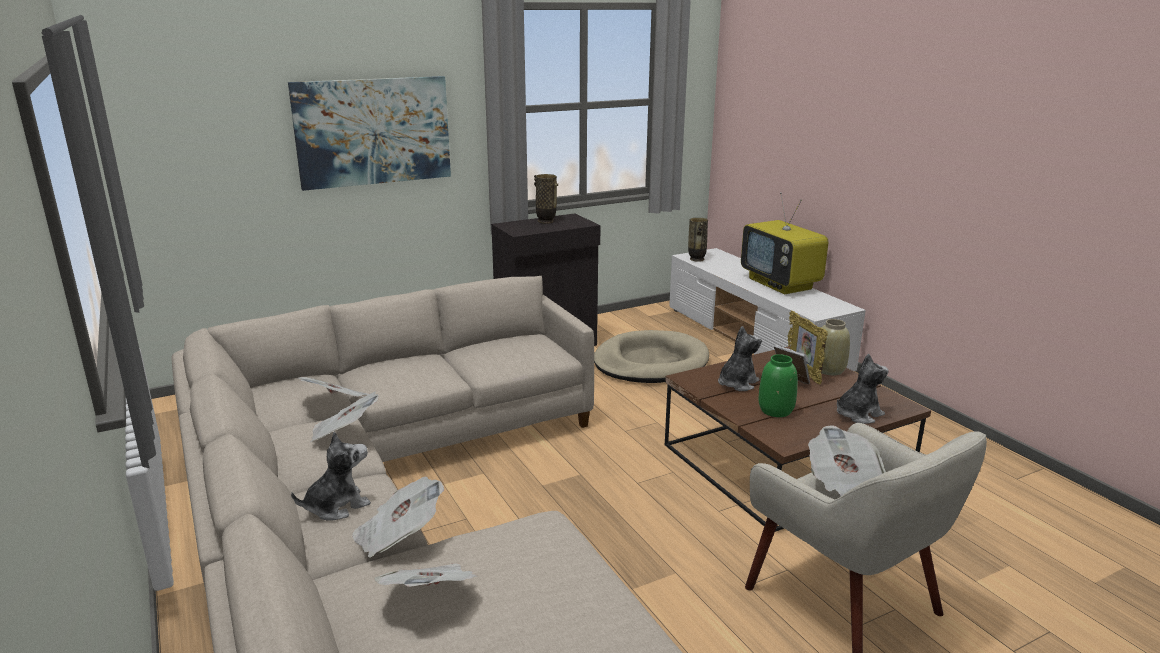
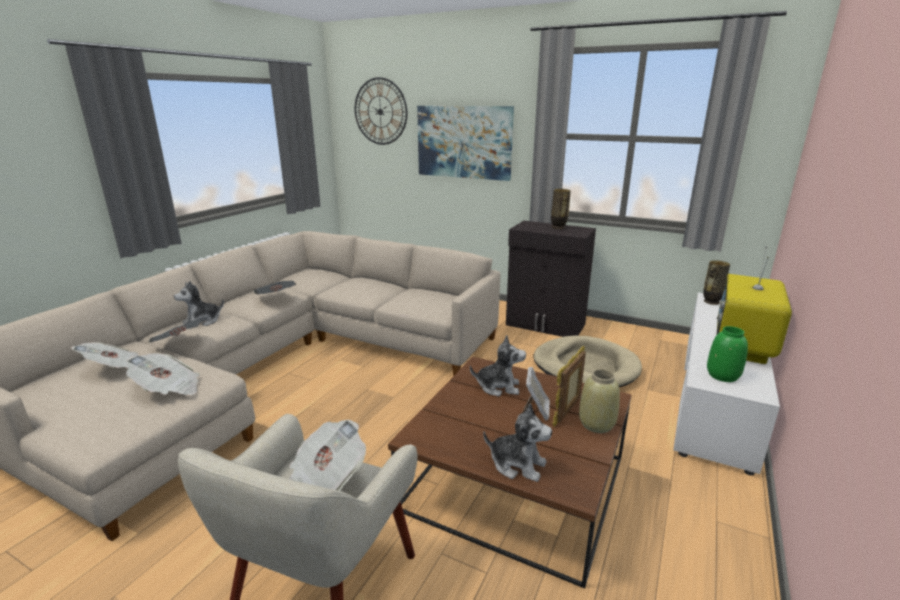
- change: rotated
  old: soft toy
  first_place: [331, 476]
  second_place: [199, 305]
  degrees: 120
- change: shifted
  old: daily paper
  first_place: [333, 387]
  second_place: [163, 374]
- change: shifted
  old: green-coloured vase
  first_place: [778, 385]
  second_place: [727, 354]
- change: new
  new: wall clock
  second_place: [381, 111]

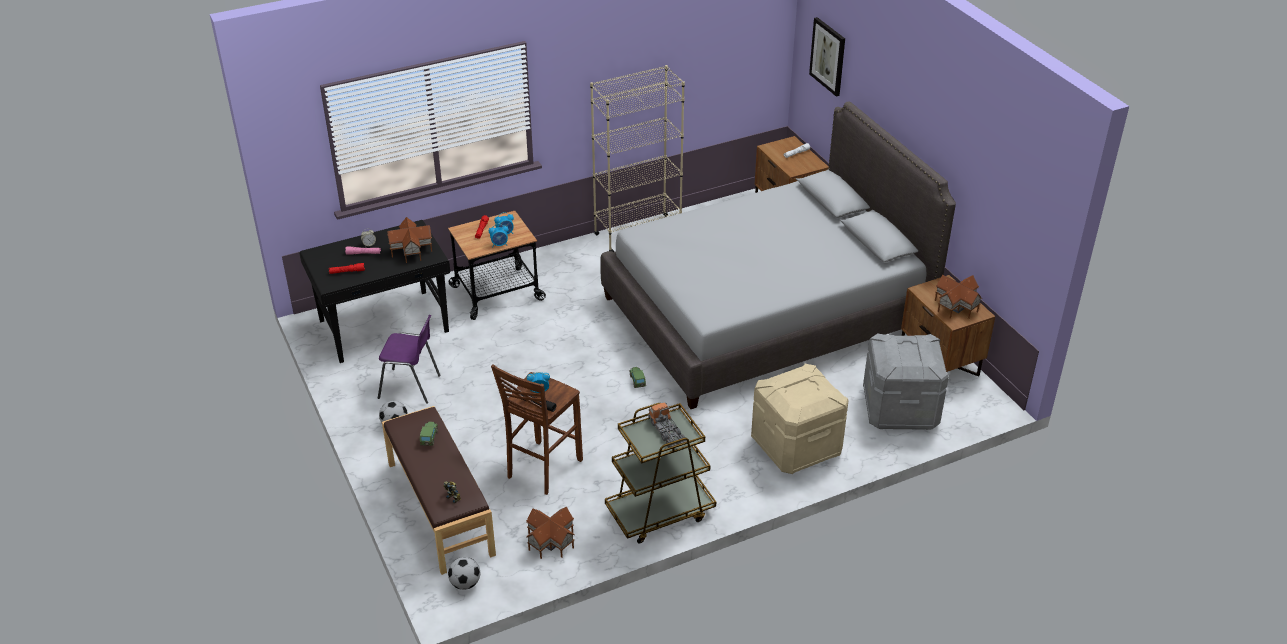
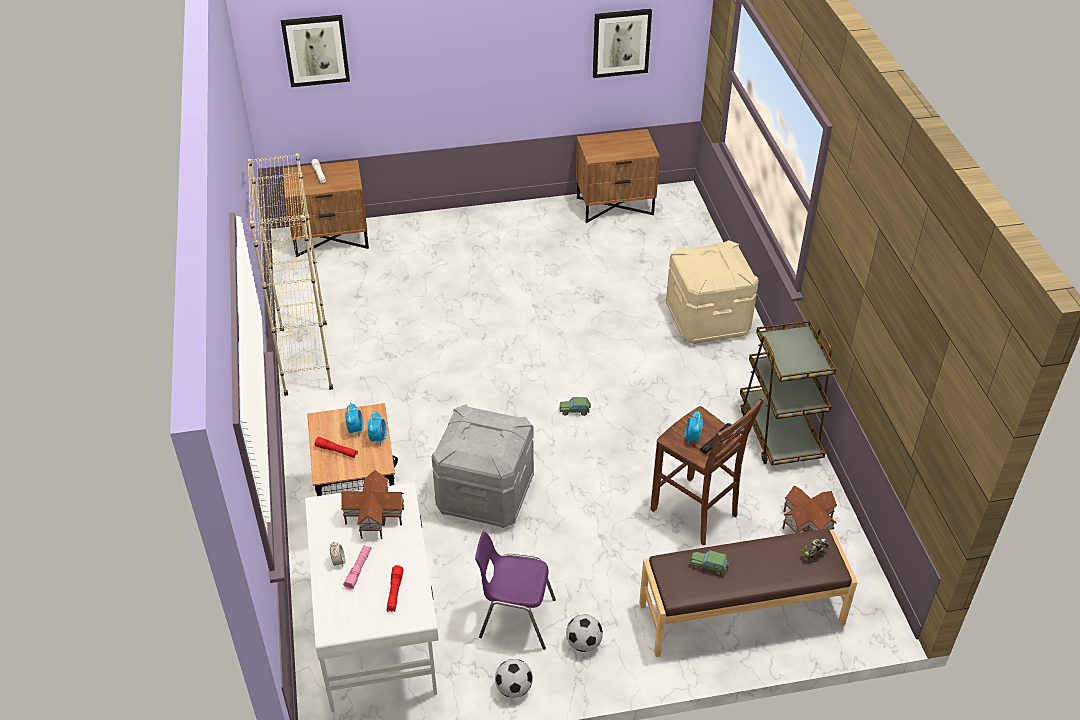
- change: repainted
  old: black-coloured desk
  new: white desk
  first_place: [374, 291]
  second_place: [372, 597]
- change: rotated
  old: purplish upright chair
  first_place: [409, 359]
  second_place: [515, 591]
  degrees: -105
- change: shifted
  old: ball for football
  first_place: [464, 573]
  second_place: [514, 678]
- change: gone
  old: greyish sleeping bed
  first_place: [778, 255]
- change: gone
  old: toy truck
  first_place: [667, 424]
- change: shifted
  old: greyish storage container
  first_place: [906, 381]
  second_place: [483, 466]
- change: gone
  old: toy house
  first_place: [958, 297]
- change: new
  new: wall art
  second_place: [622, 43]

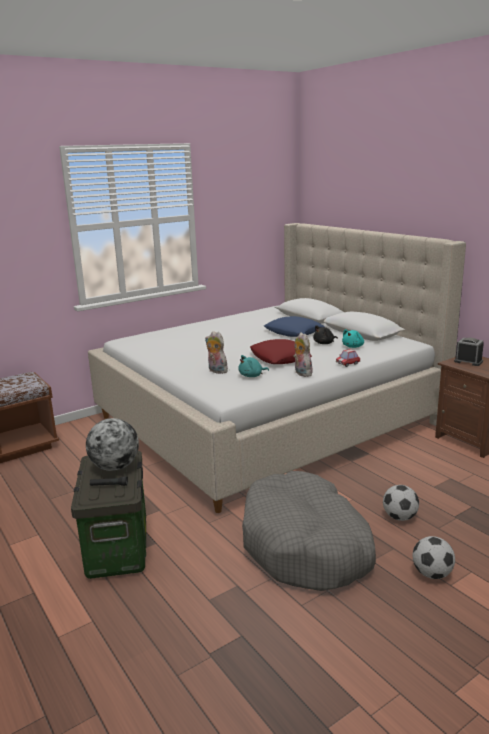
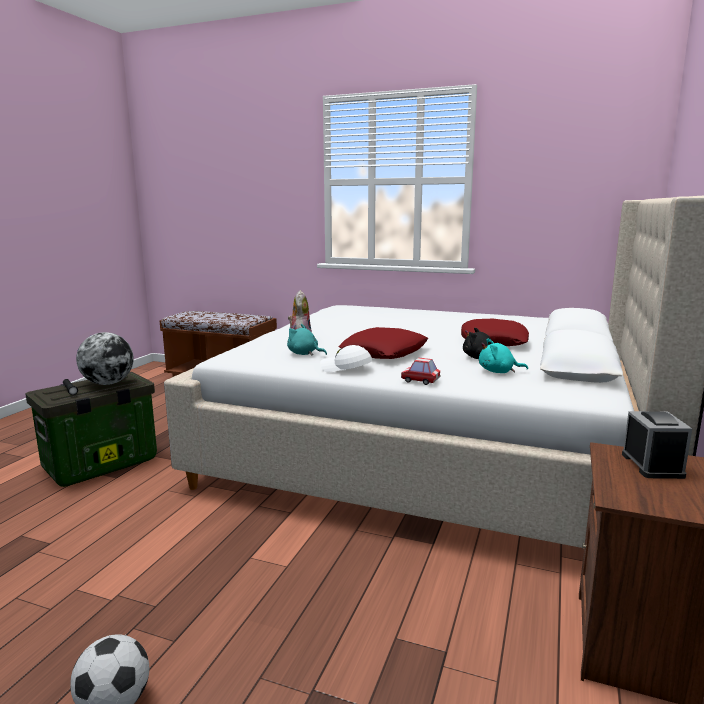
- change: gone
  old: greyish dog cushion
  first_place: [309, 531]
- change: repainted
  old: blue-coloured pillow
  new: reddish pillow
  first_place: [294, 326]
  second_place: [495, 332]
- change: swapped
  old: soft toy
  new: white cap
  first_place: [302, 354]
  second_place: [346, 358]
- change: gone
  old: ball for football
  first_place: [401, 503]

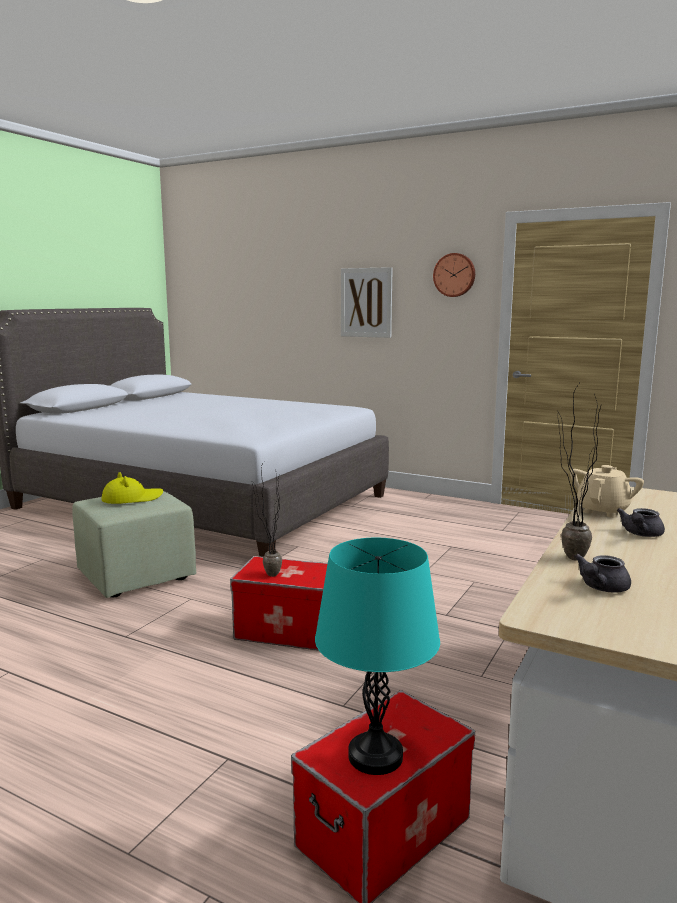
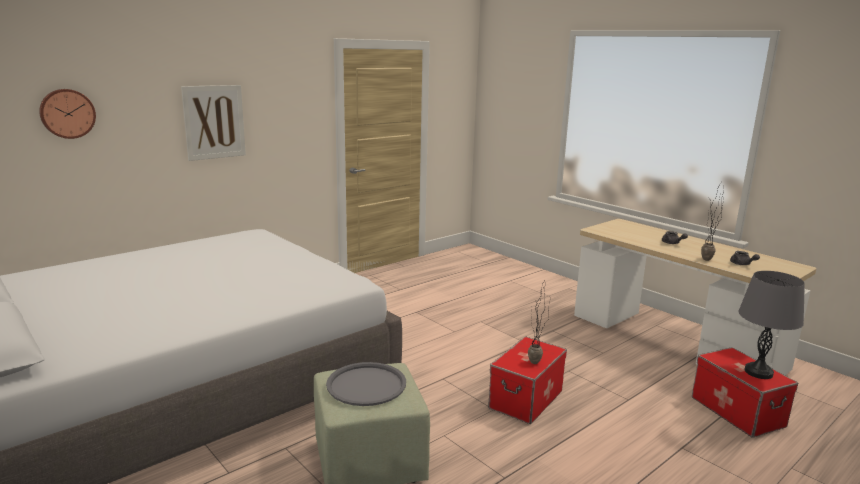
- change: swapped
  old: yellowish wearable hat
  new: greyish tray
  first_place: [132, 488]
  second_place: [366, 384]
- change: repainted
  old: turquoise-coloured tabletop lamp
  new: greyish tabletop lamp
  first_place: [377, 656]
  second_place: [771, 325]
- change: shifted
  old: wall clock
  first_place: [454, 275]
  second_place: [67, 114]
- change: gone
  old: sand-coloured teapot
  first_place: [607, 491]

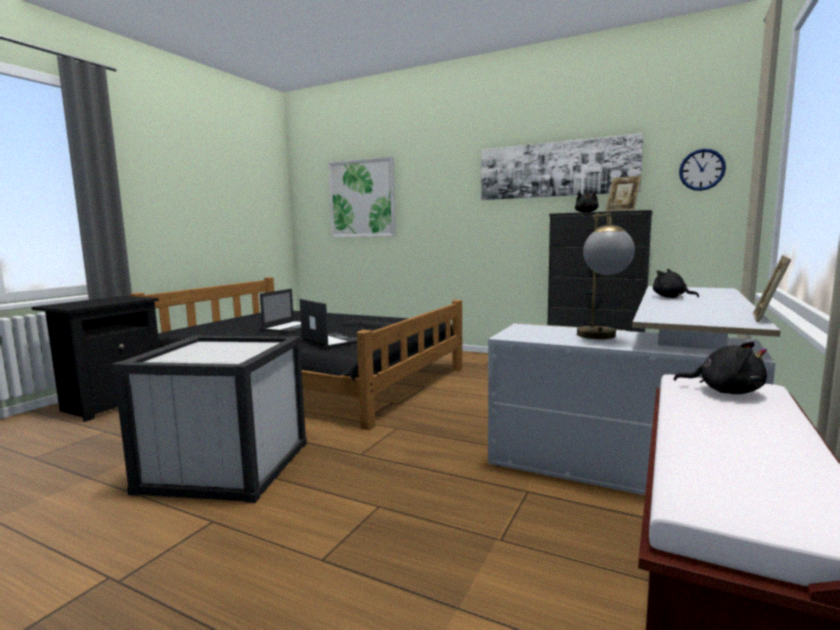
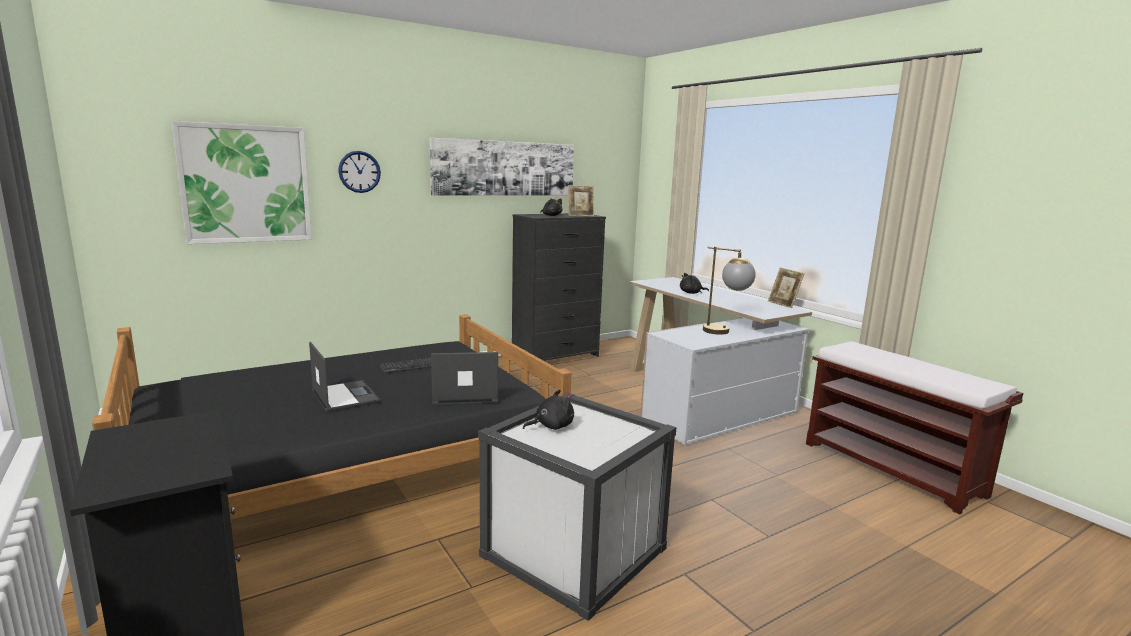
- change: shifted
  old: black-coloured soft toy
  first_place: [720, 368]
  second_place: [548, 410]
- change: shifted
  old: wall clock
  first_place: [702, 170]
  second_place: [359, 172]

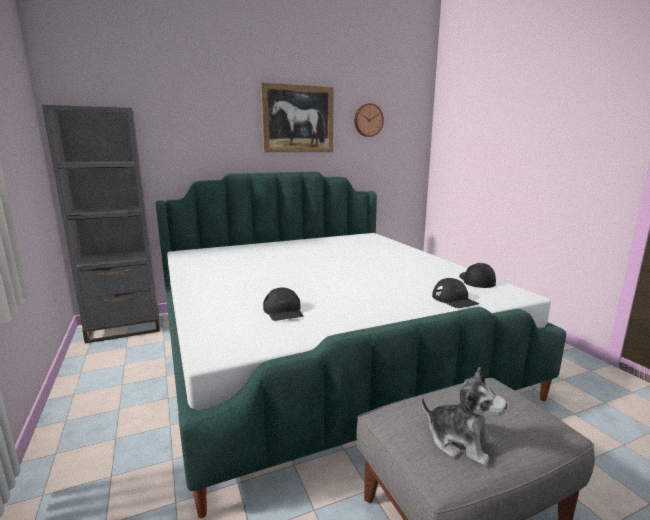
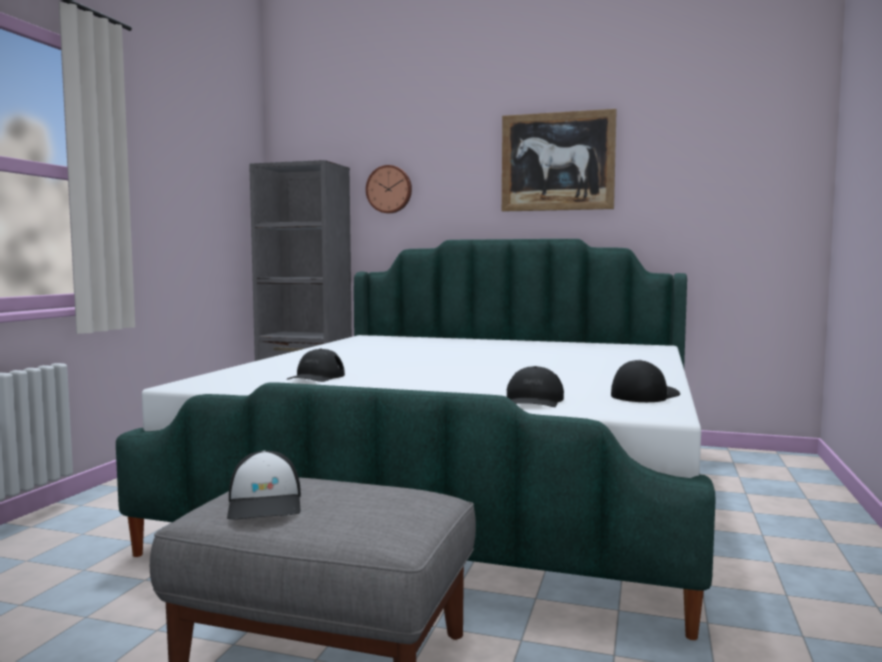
- change: shifted
  old: wall clock
  first_place: [369, 120]
  second_place: [389, 189]
- change: swapped
  old: soft toy
  new: cap
  first_place: [464, 416]
  second_place: [264, 484]

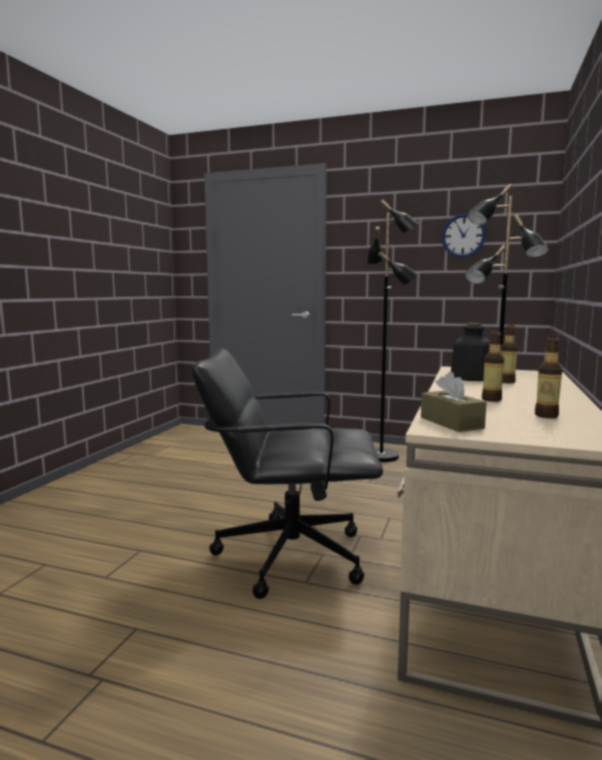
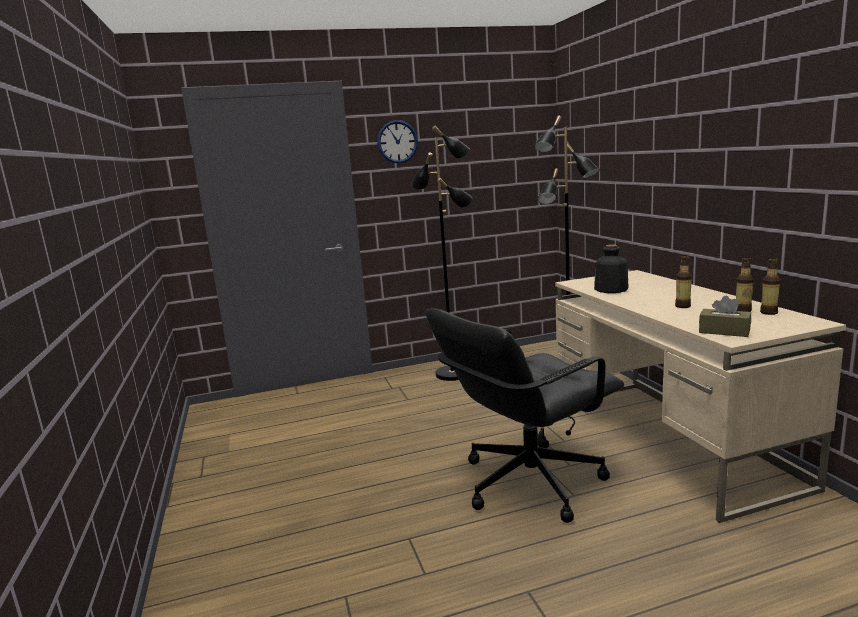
- change: shifted
  old: wall clock
  first_place: [463, 235]
  second_place: [397, 142]
- change: shifted
  old: bottle
  first_place: [509, 354]
  second_place: [770, 286]

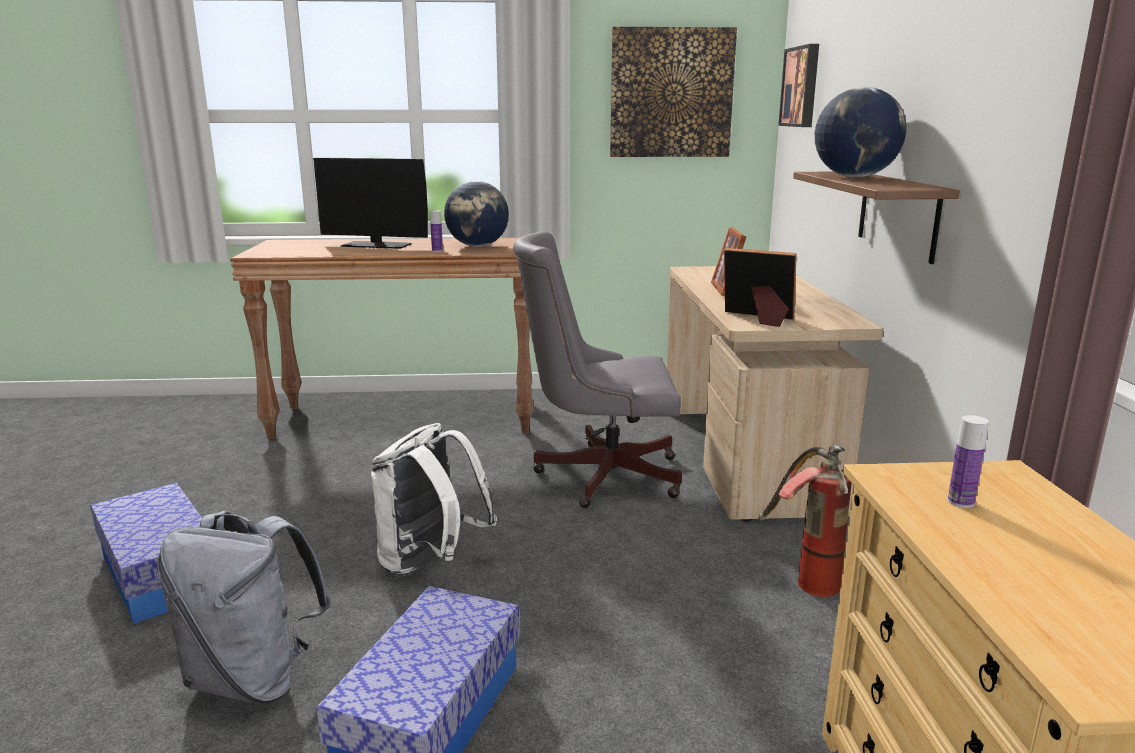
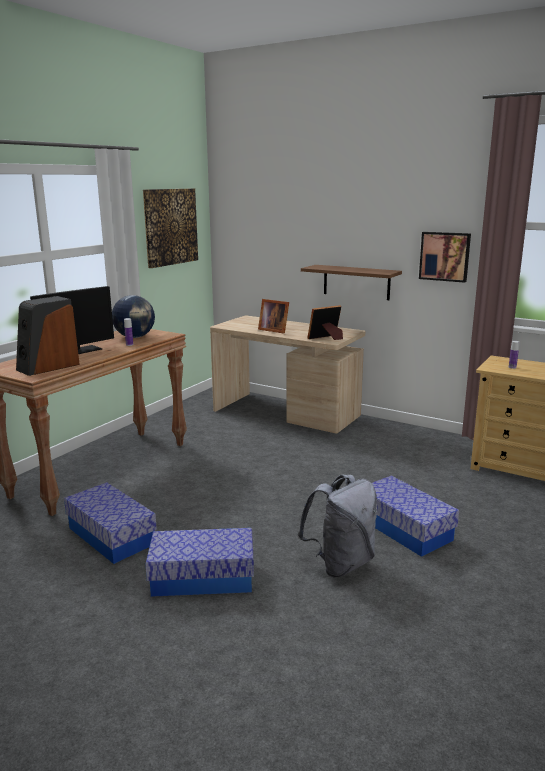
- change: gone
  old: white knapsack
  first_place: [434, 499]
- change: gone
  old: greyish computer chair
  first_place: [597, 369]
- change: gone
  old: fire-fighting cylinder
  first_place: [805, 521]
- change: shifted
  old: wall art
  first_place: [798, 85]
  second_place: [445, 257]
- change: gone
  old: desk globe
  first_place: [861, 132]
- change: new
  new: speaker
  second_place: [48, 336]
- change: new
  new: storage container
  second_place: [110, 523]

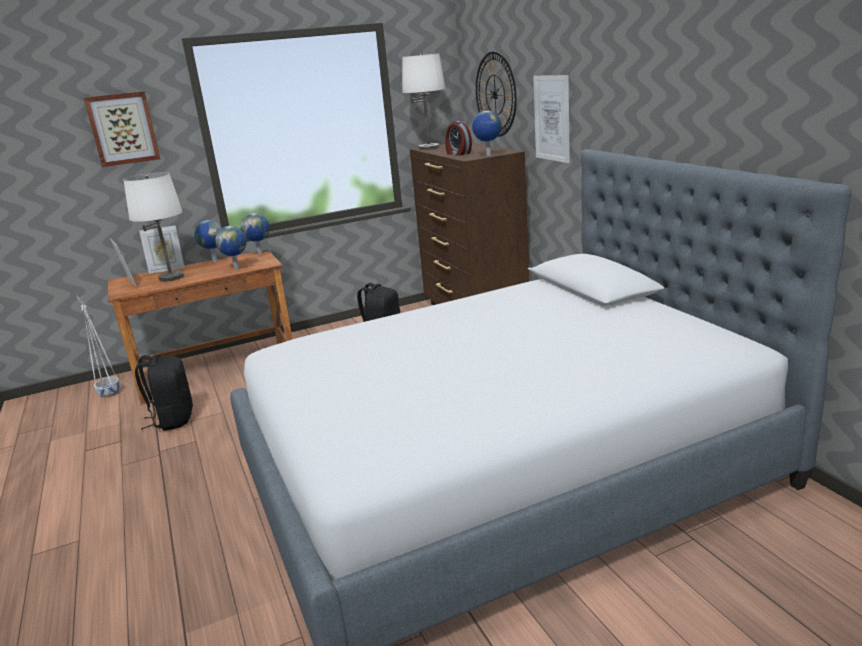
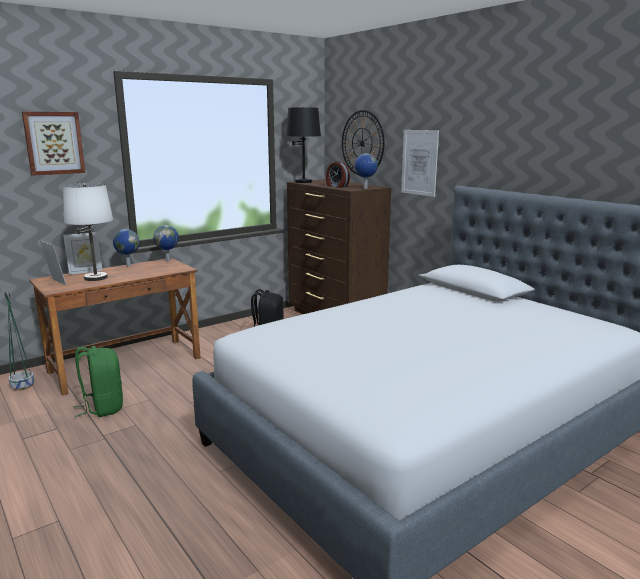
- change: repainted
  old: white plant pot
  new: green-coloured plant pot
  first_place: [98, 346]
  second_place: [20, 341]
- change: repainted
  old: black-coloured knapsack
  new: green-coloured knapsack
  first_place: [164, 392]
  second_place: [98, 381]
- change: gone
  old: desk globe
  first_place: [231, 248]
- change: repainted
  old: white tabletop lamp
  new: black-coloured tabletop lamp
  first_place: [424, 101]
  second_place: [303, 145]

